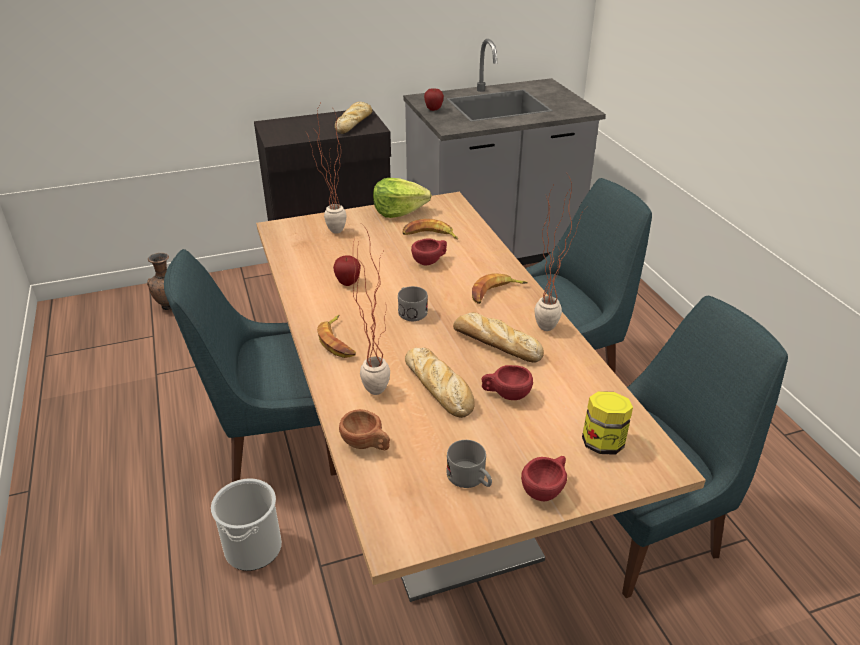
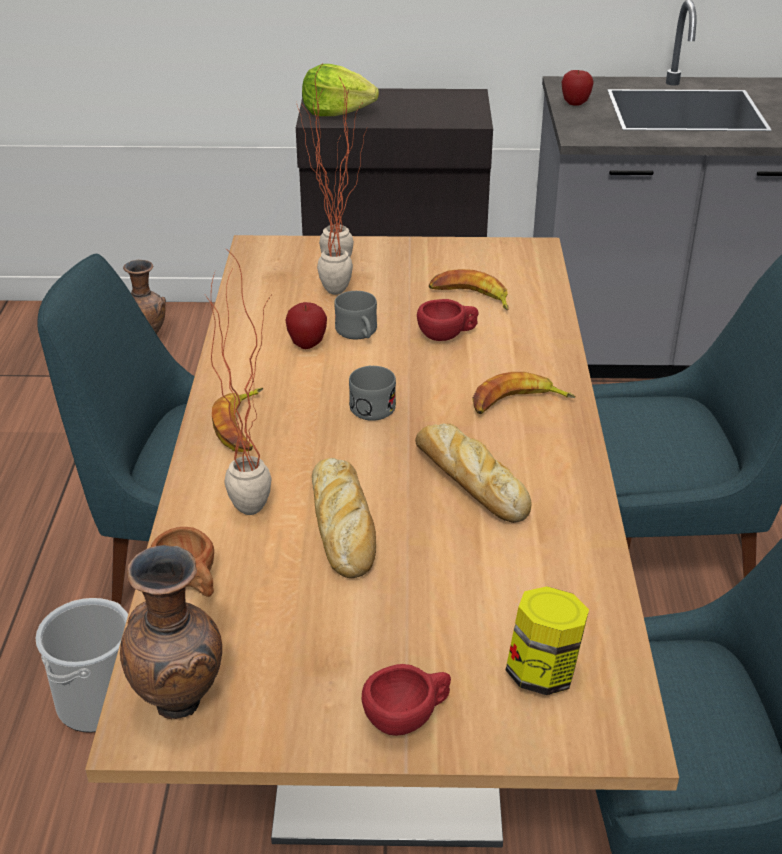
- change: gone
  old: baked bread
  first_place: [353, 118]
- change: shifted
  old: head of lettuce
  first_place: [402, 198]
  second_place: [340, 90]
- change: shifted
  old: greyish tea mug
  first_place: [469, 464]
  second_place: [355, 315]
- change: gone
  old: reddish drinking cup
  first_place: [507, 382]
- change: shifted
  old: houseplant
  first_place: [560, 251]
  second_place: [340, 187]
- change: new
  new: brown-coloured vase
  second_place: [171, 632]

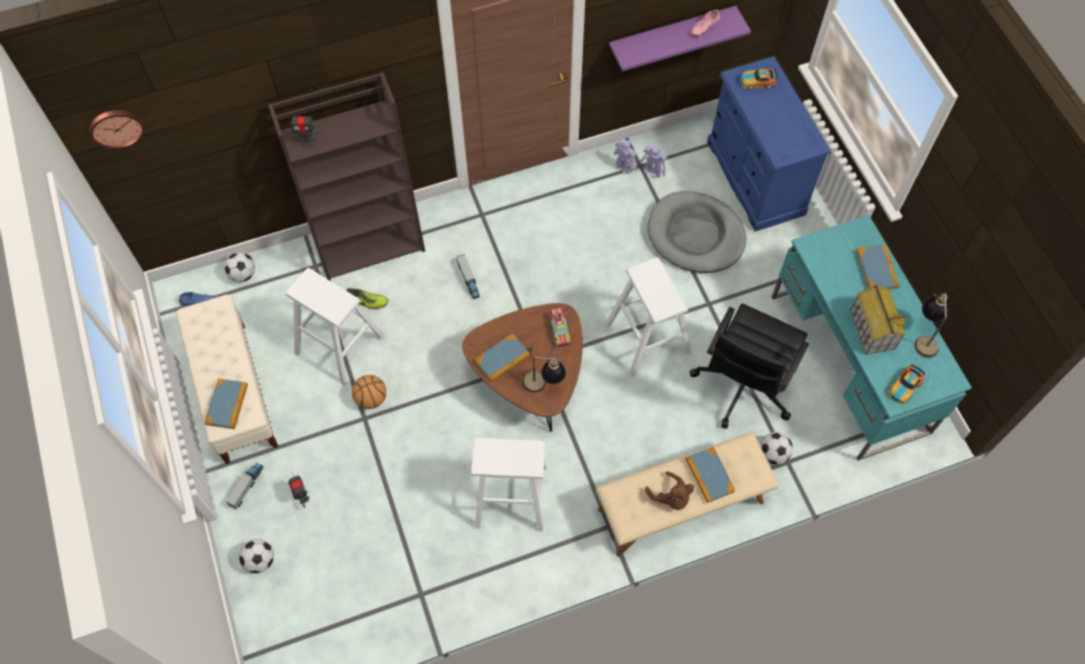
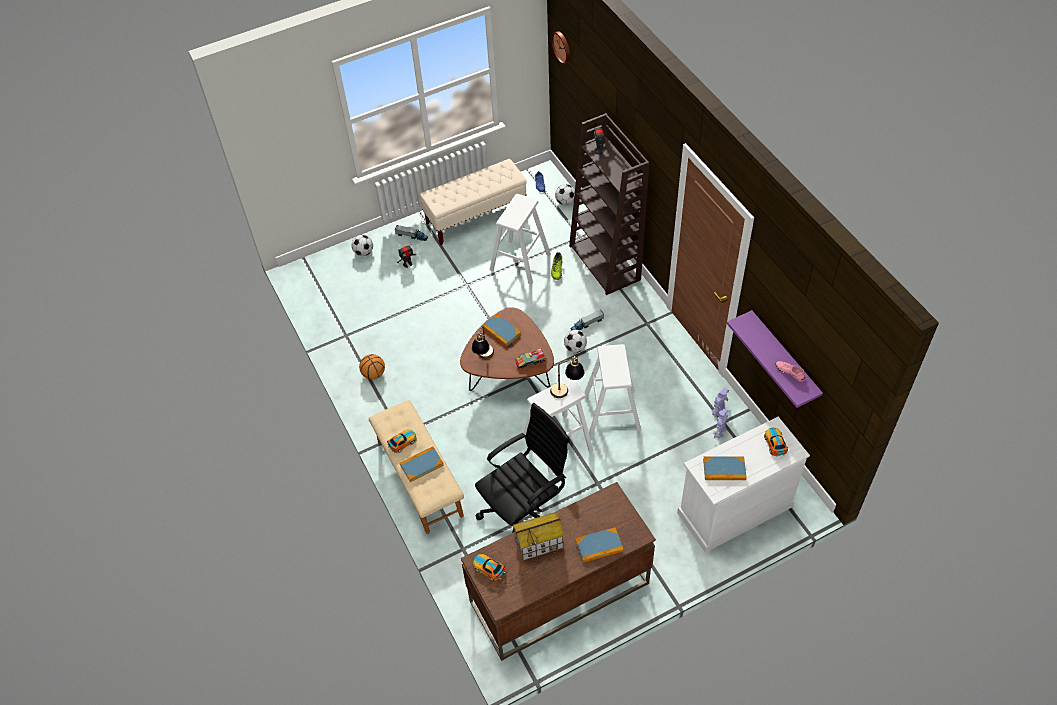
- change: shifted
  old: bound book
  first_place: [226, 403]
  second_place: [725, 468]
- change: shifted
  old: basketball
  first_place: [369, 392]
  second_place: [372, 366]
- change: shifted
  old: white stool
  first_place: [509, 484]
  second_place: [612, 390]
- change: swapped
  old: brown-coloured soft toy
  new: miniature car
  first_place: [669, 490]
  second_place: [402, 441]
- change: gone
  old: greyish dog cushion
  first_place: [697, 232]
- change: rotated
  old: black-coloured computer chair
  first_place: [749, 366]
  second_place: [522, 468]
  degrees: 120
- change: repainted
  old: blue-coloured dresser
  new: white dresser
  first_place: [769, 144]
  second_place: [743, 485]
- change: shifted
  old: ball for football
  first_place: [776, 448]
  second_place: [575, 341]
- change: repainted
  old: turquoise-coloured desk
  new: brown-coloured desk
  first_place: [872, 338]
  second_place: [558, 571]
- change: shifted
  old: tabletop lamp
  first_place: [931, 325]
  second_place: [567, 376]

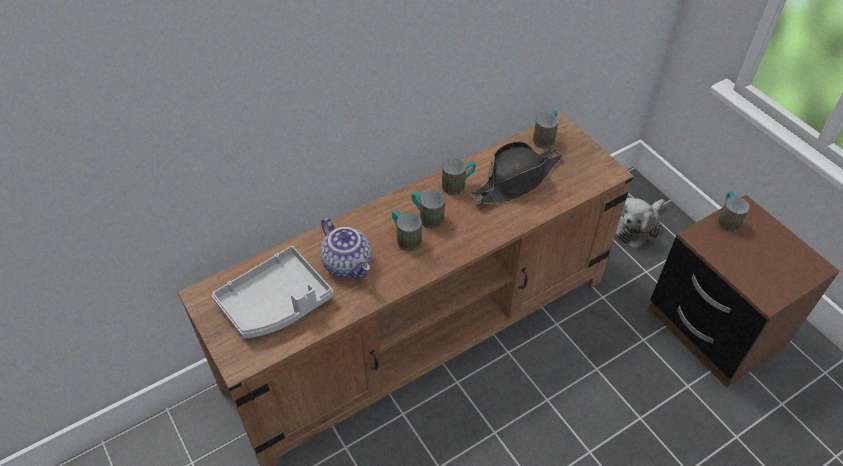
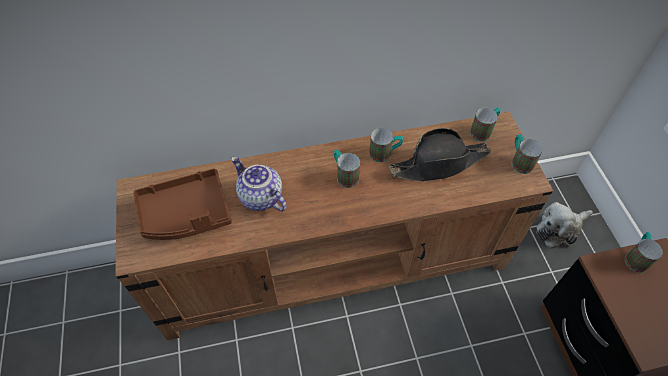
- change: repainted
  old: greyish tray
  new: brown-coloured tray
  first_place: [273, 292]
  second_place: [182, 204]
- change: rotated
  old: teapot
  first_place: [346, 248]
  second_place: [258, 183]
  degrees: 150
- change: shifted
  old: tea mug
  first_place: [407, 231]
  second_place: [527, 154]

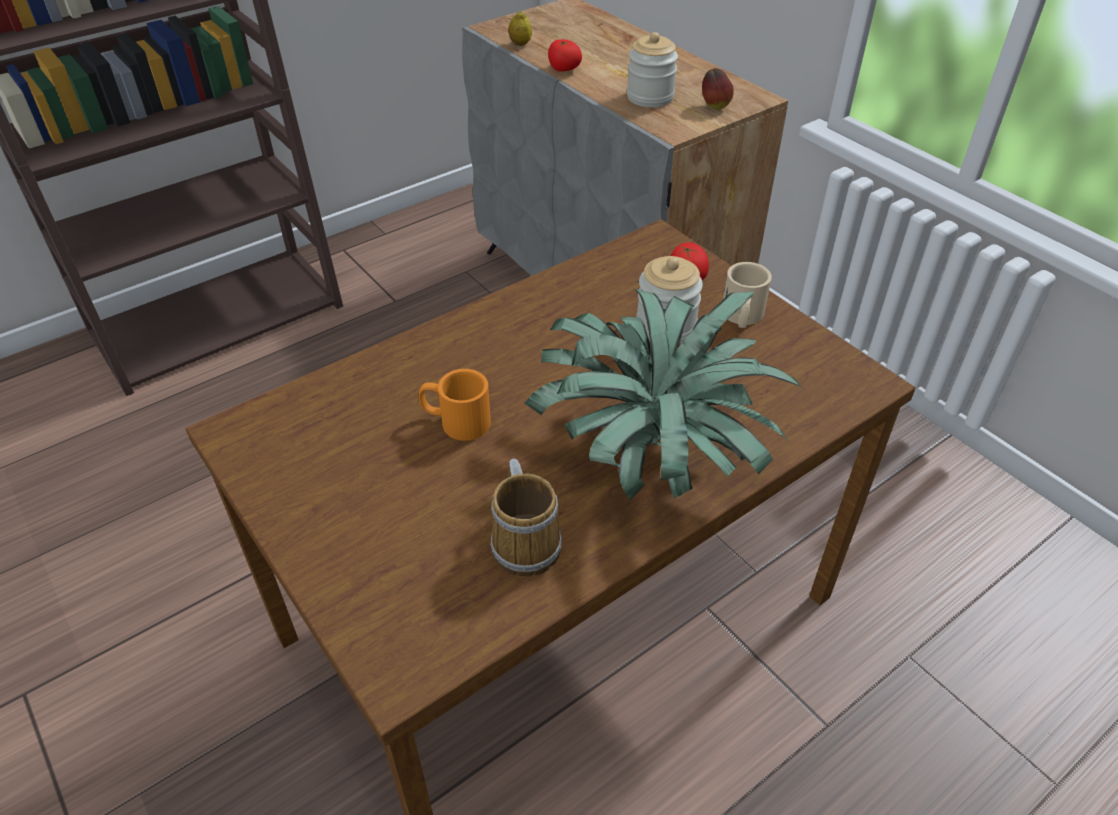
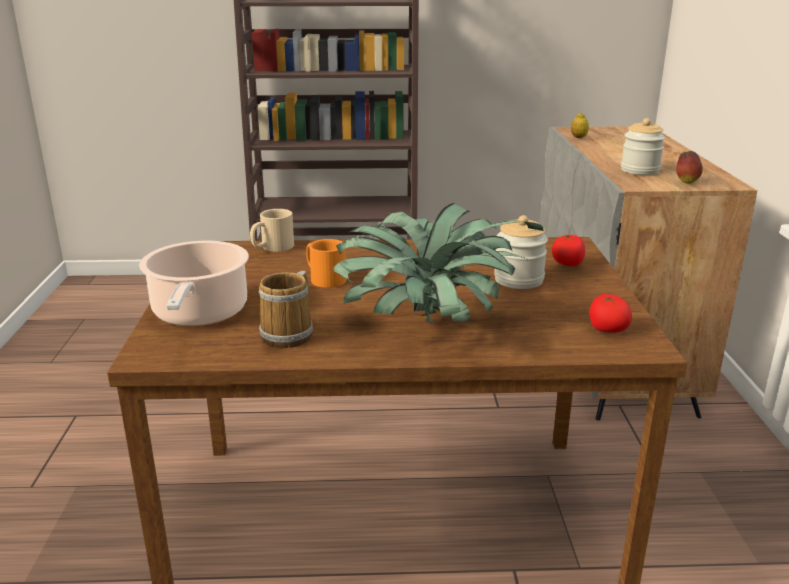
- change: shifted
  old: fresh tomato
  first_place: [565, 55]
  second_place: [610, 313]
- change: shifted
  old: sand-coloured tea mug
  first_place: [747, 295]
  second_place: [272, 230]
- change: new
  new: cooking pot
  second_place: [194, 283]

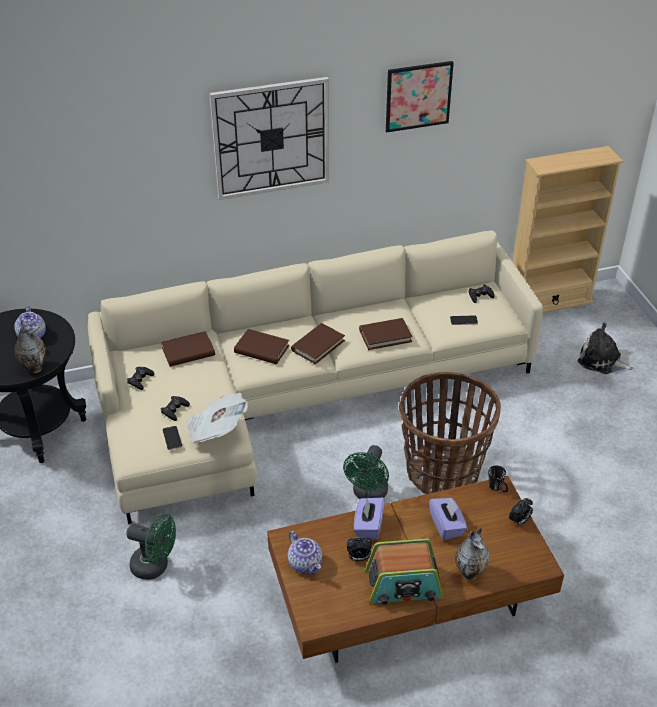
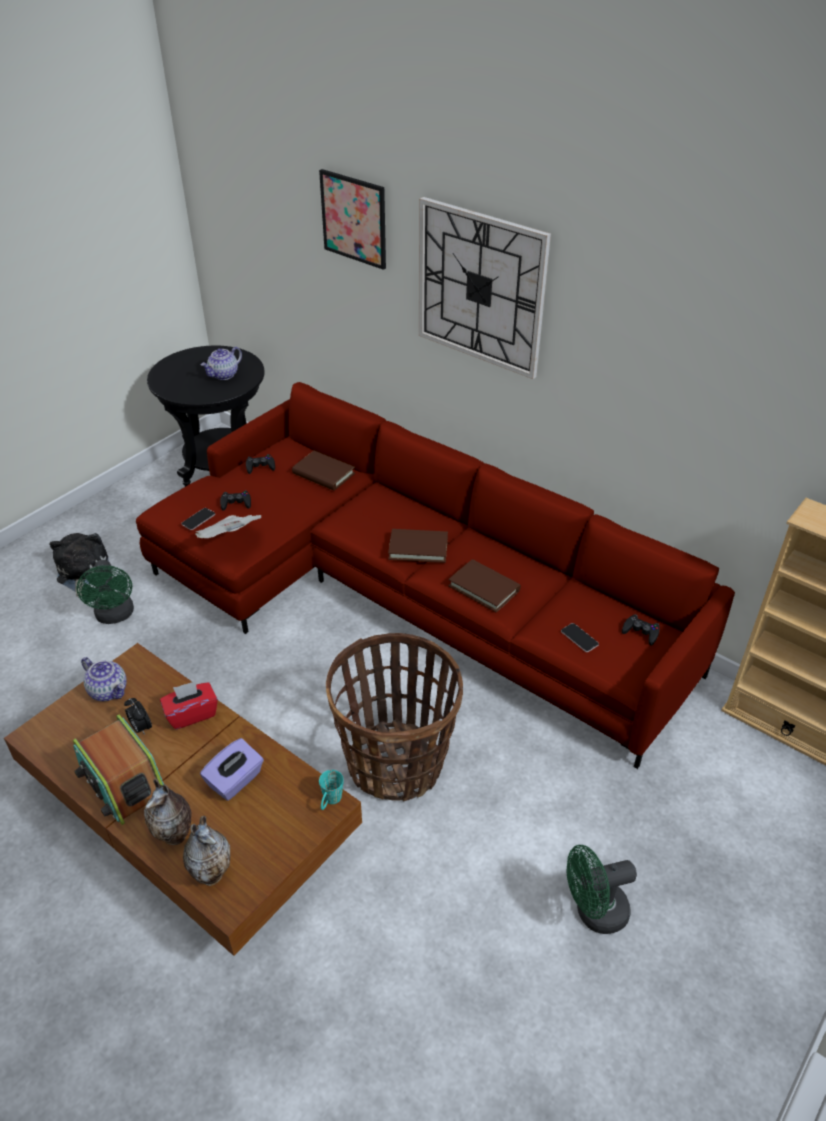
- change: shifted
  old: vase
  first_place: [30, 346]
  second_place: [206, 851]
- change: repainted
  old: sand-coloured couch
  new: reddish couch
  first_place: [315, 377]
  second_place: [435, 575]
- change: gone
  old: brown-coloured bound book
  first_place: [261, 346]
- change: rotated
  old: teapot
  first_place: [305, 553]
  second_place: [104, 679]
  degrees: -75
- change: shifted
  old: green-coloured electric fan
  first_place: [366, 472]
  second_place: [602, 889]
- change: repainted
  old: purplish box of tissues
  new: reddish box of tissues
  first_place: [369, 519]
  second_place: [189, 705]
- change: shifted
  old: wall art
  first_place: [420, 96]
  second_place: [352, 219]
- change: repainted
  old: black-coloured tea mug
  new: turquoise-coloured tea mug
  first_place: [498, 478]
  second_place: [331, 790]
- change: gone
  old: table clock
  first_place: [521, 512]
- change: shifted
  old: soft toy
  first_place: [606, 348]
  second_place: [78, 565]

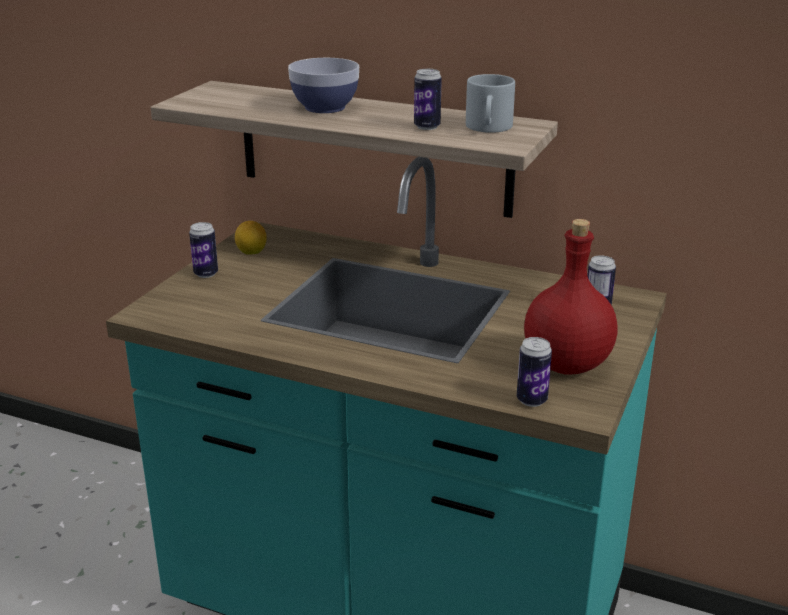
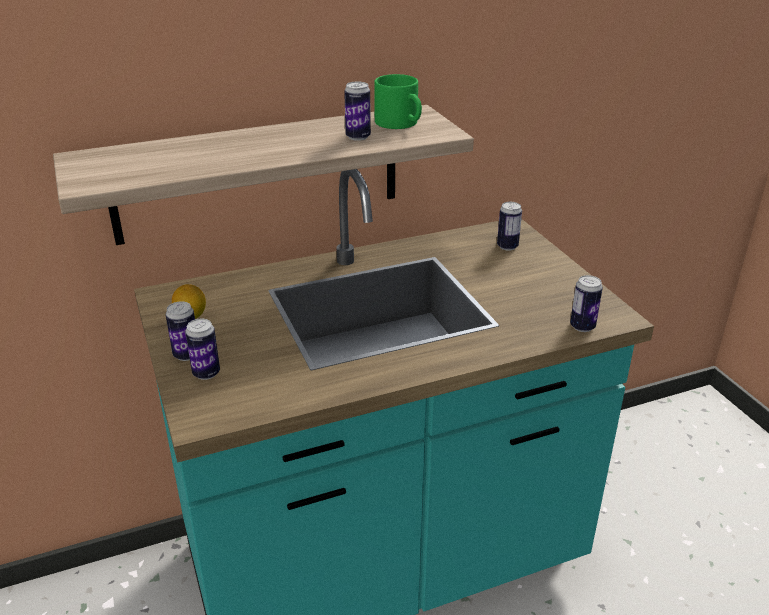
- change: gone
  old: serving bowl
  first_place: [323, 85]
- change: repainted
  old: greyish tea mug
  new: green-coloured tea mug
  first_place: [490, 103]
  second_place: [398, 101]
- change: gone
  old: reddish bottle
  first_place: [571, 296]
- change: new
  new: metal can
  second_place: [202, 349]

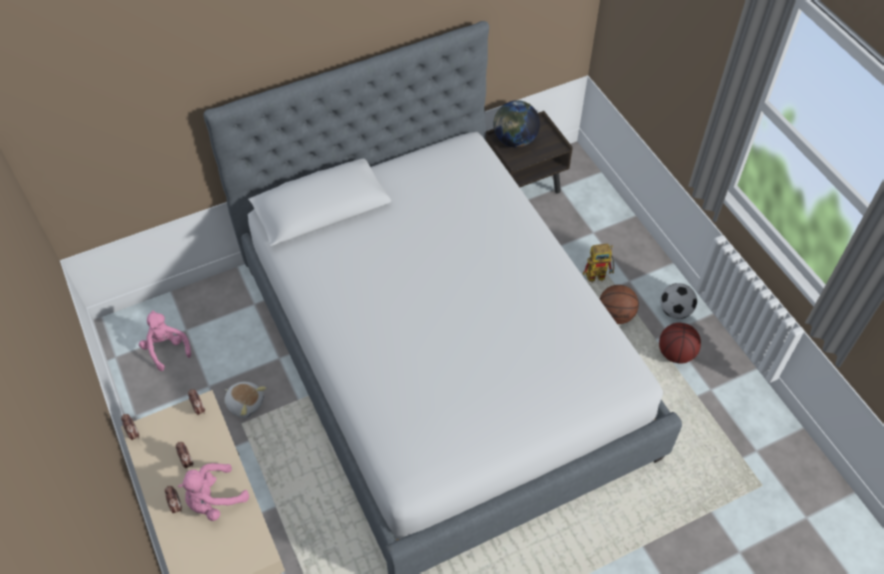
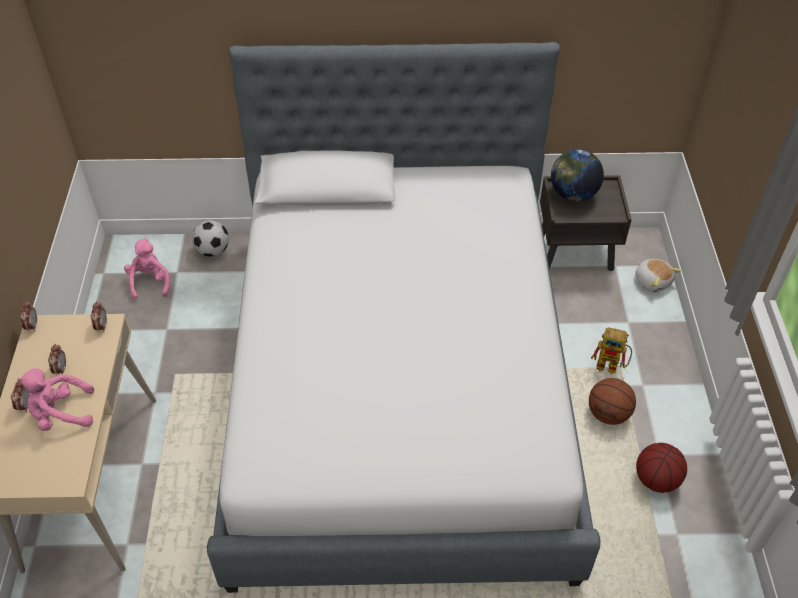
- change: shifted
  old: soft toy
  first_place: [245, 400]
  second_place: [658, 275]
- change: shifted
  old: ball for football
  first_place: [678, 301]
  second_place: [210, 238]

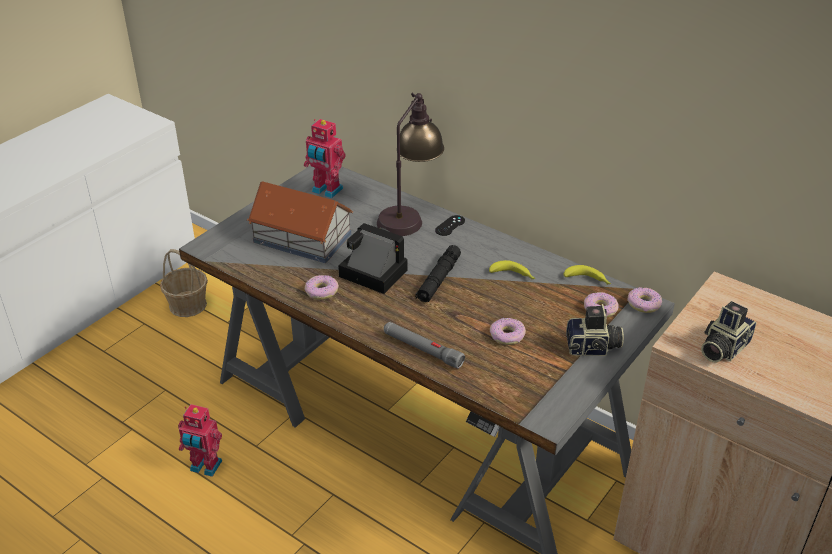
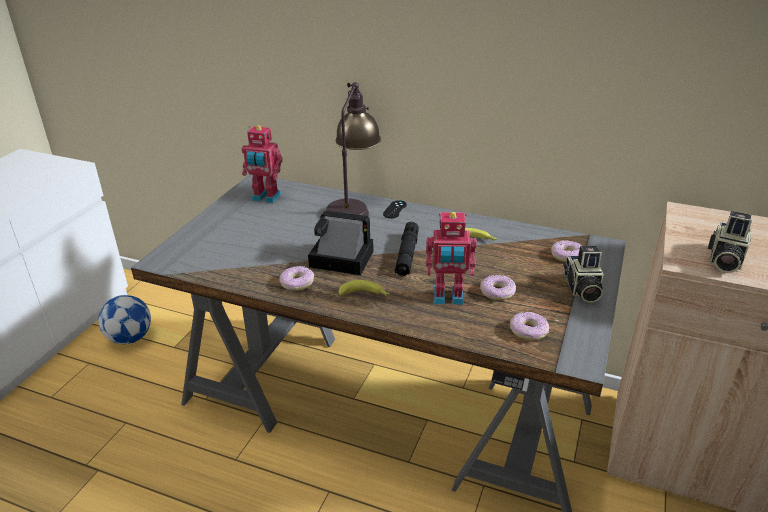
- change: swapped
  old: household basket
  new: ball for football
  first_place: [184, 283]
  second_place: [124, 319]
- change: shifted
  old: model robot
  first_place: [200, 440]
  second_place: [451, 258]
- change: gone
  old: toy house
  first_place: [300, 222]
- change: gone
  old: greyish hand torch
  first_place: [424, 345]
- change: shifted
  old: banana fruit
  first_place: [587, 275]
  second_place: [364, 288]
- change: rotated
  old: still camera
  first_place: [595, 330]
  second_place: [583, 274]
  degrees: 105
- change: shifted
  old: donut
  first_place: [644, 300]
  second_place: [529, 326]

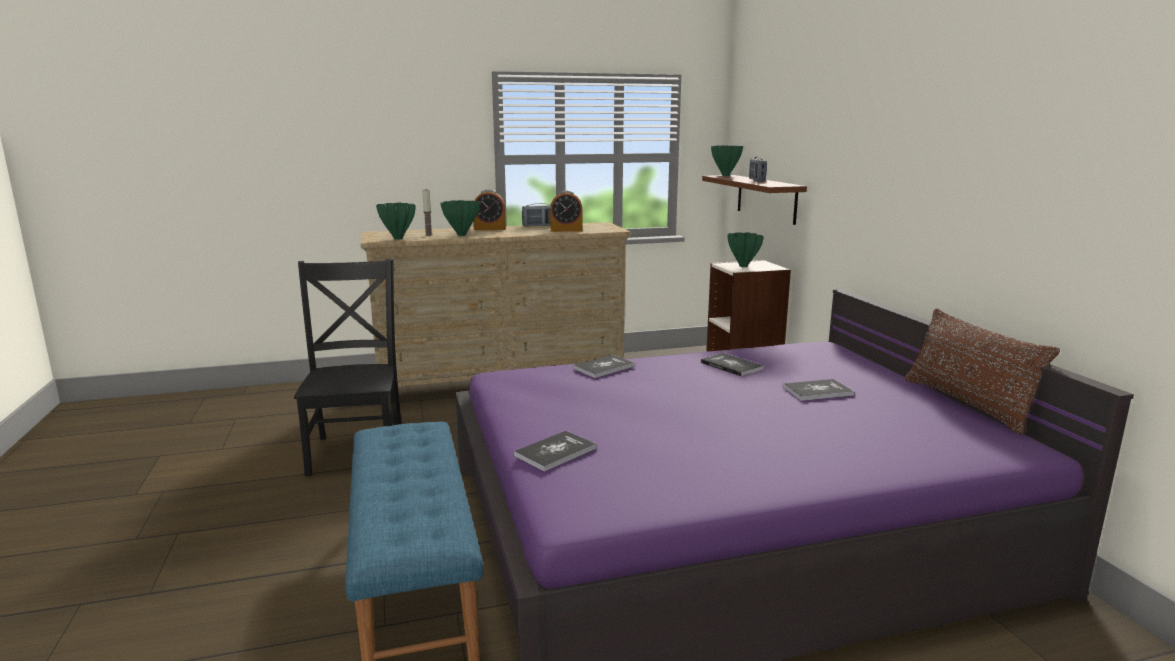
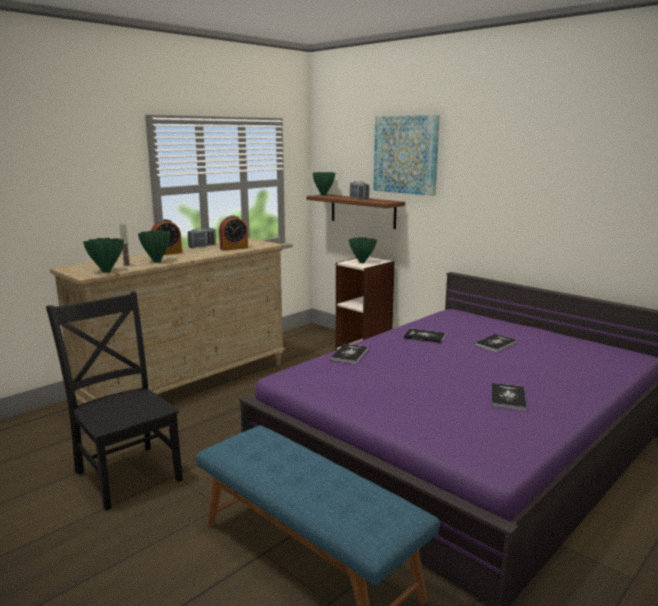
- change: shifted
  old: bound book
  first_place: [555, 451]
  second_place: [509, 397]
- change: gone
  old: brown-coloured pillow
  first_place: [982, 371]
- change: new
  new: wall art
  second_place: [406, 155]

